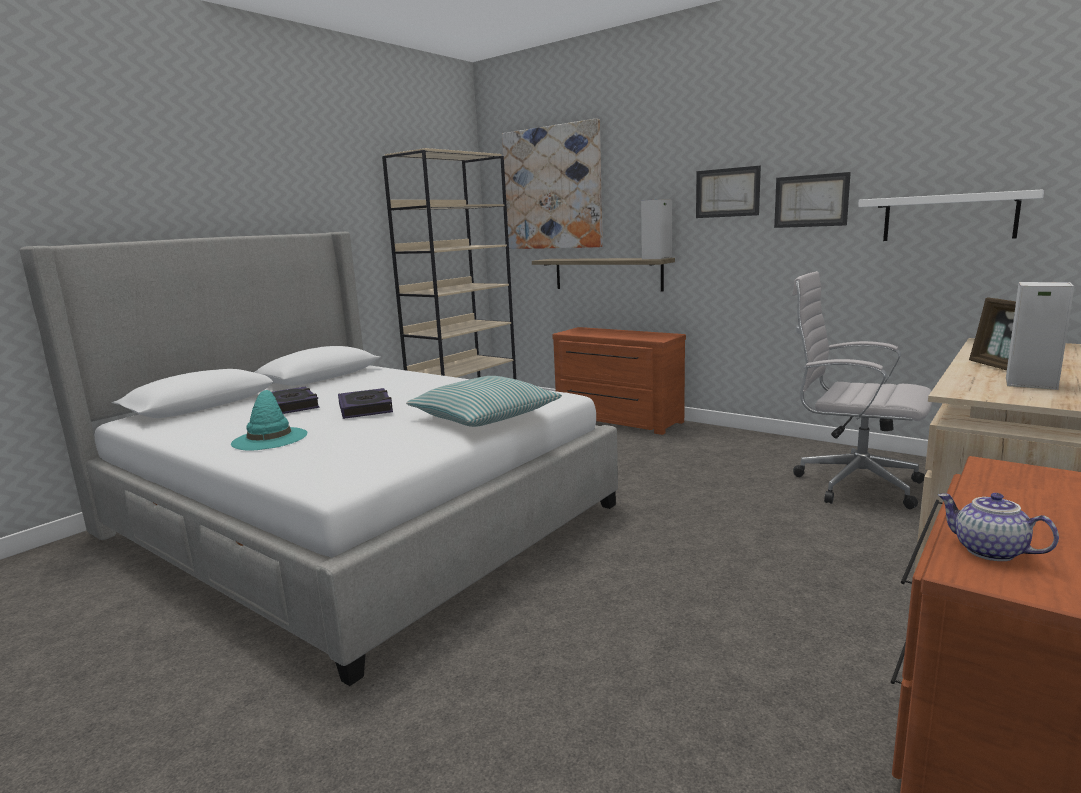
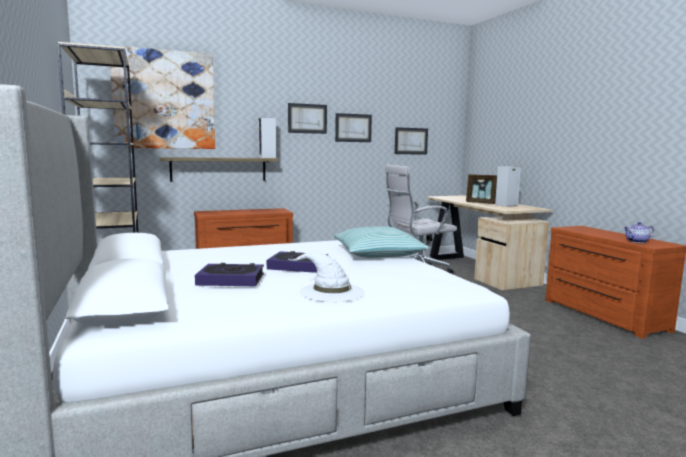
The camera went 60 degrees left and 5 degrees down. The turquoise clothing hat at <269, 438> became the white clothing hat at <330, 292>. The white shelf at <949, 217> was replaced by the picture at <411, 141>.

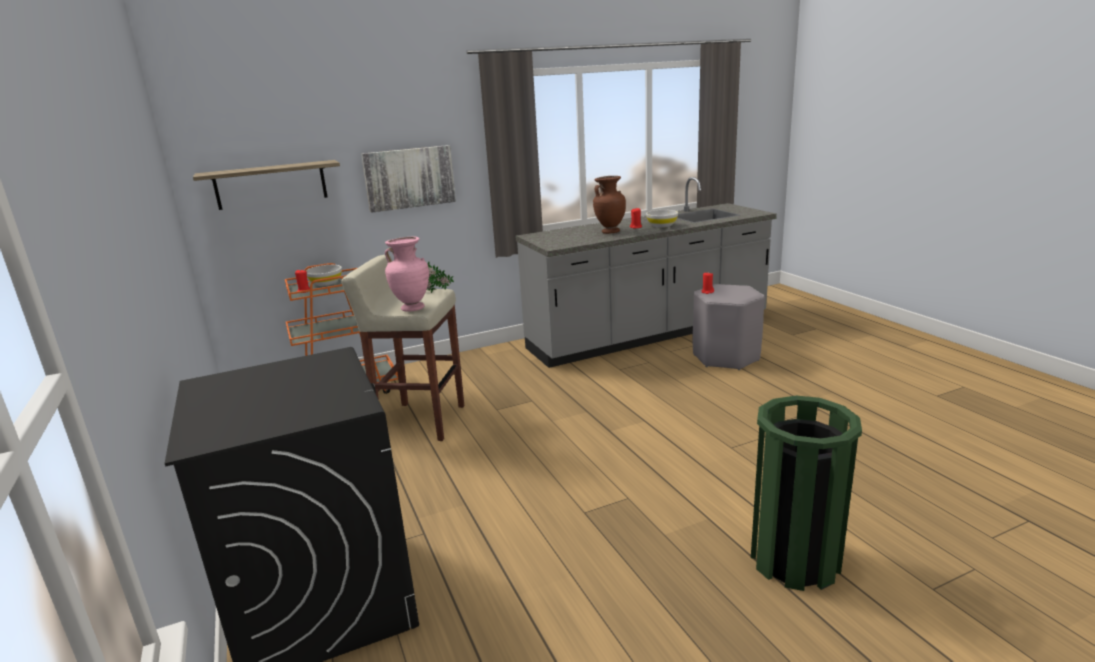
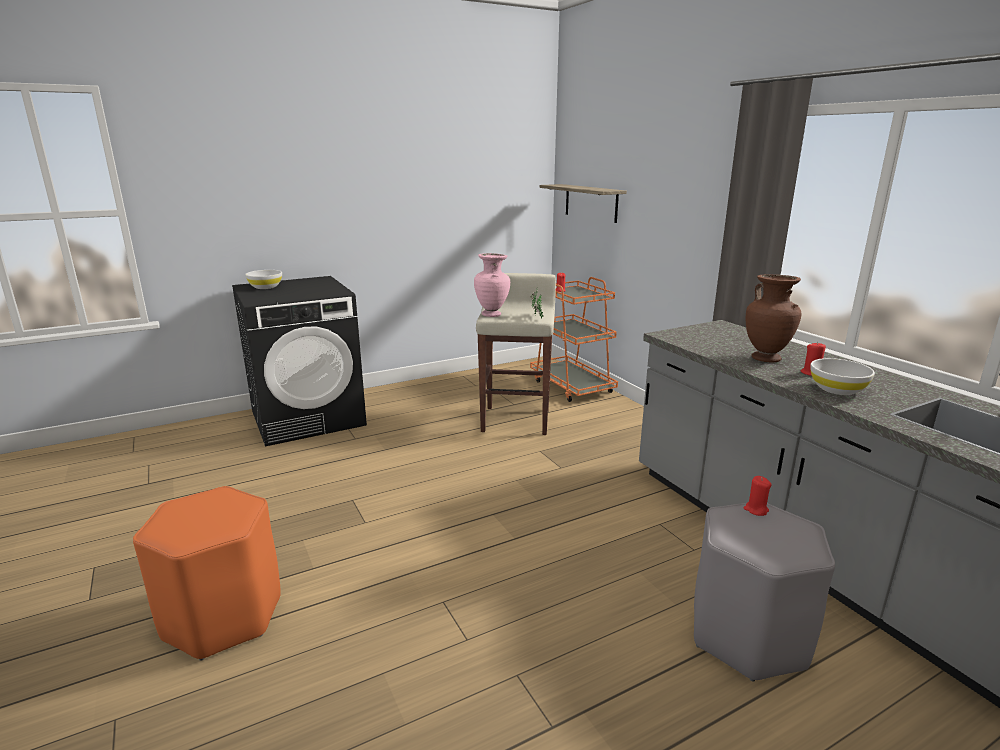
The camera went 85 degrees right and 0 degrees up. The white bowl moved from <326, 283> to <265, 287>. The picture at <409, 178> disappeared. The green-coloured rubbish bin at <794, 560> was replaced by the orange-coloured stool at <223, 617>.

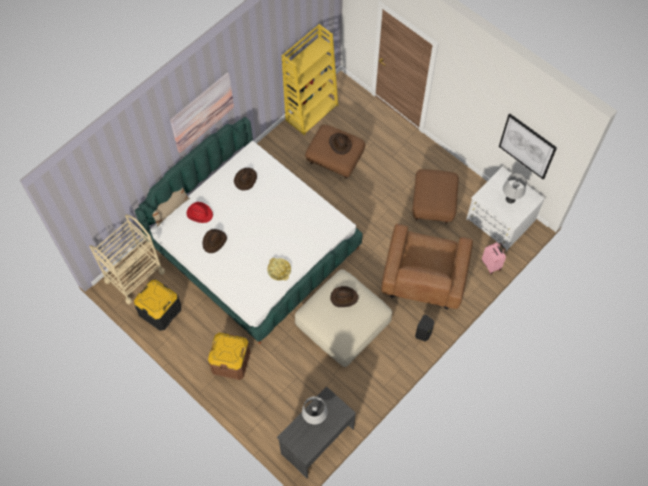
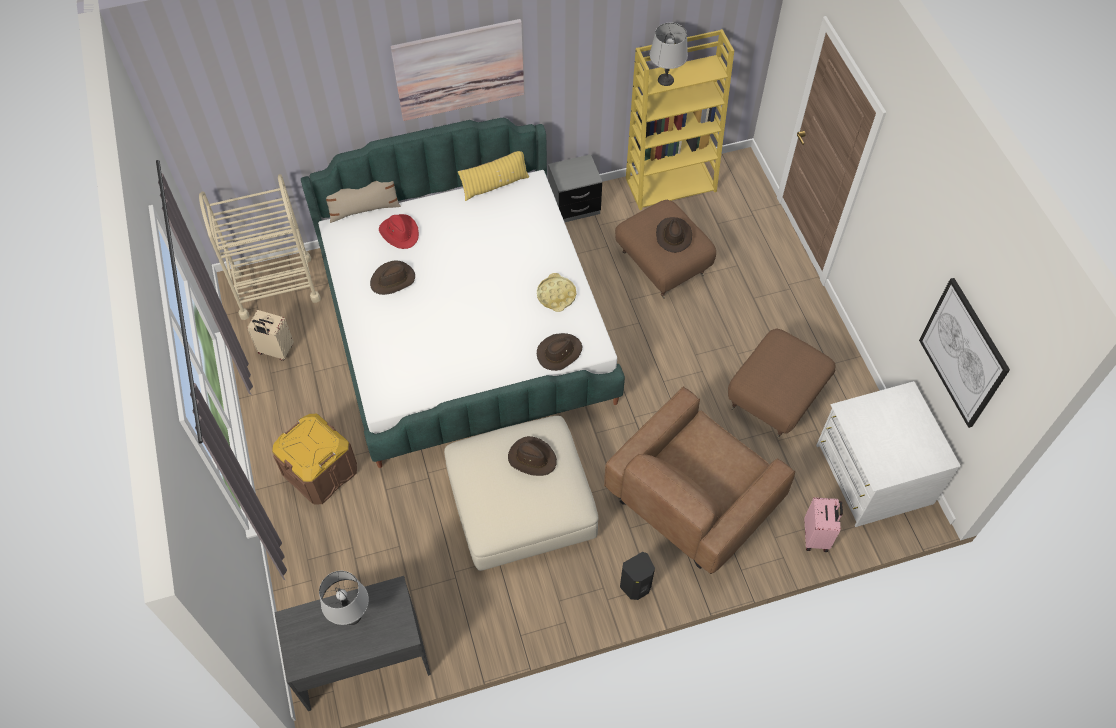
The camera went 30 degrees right and 5 degrees down. The blackish storage box at <160, 311> was replaced by the sand-coloured piece of luggage at <276, 350>. The brown-coloured clothing hat moved from <245, 179> to <559, 353>. The yellow-coloured serving tray moved from <279, 270> to <556, 295>. The grey table lamp moved from <510, 199> to <665, 80>. The yellow-coloured throw pillow at <495, 185> appeared. The grey bedside table at <574, 206> appeared.

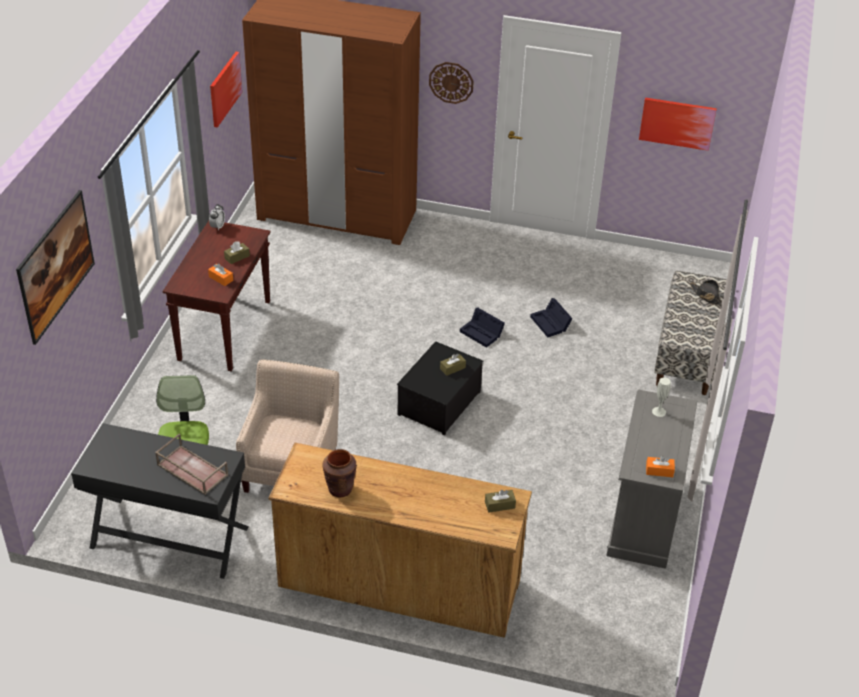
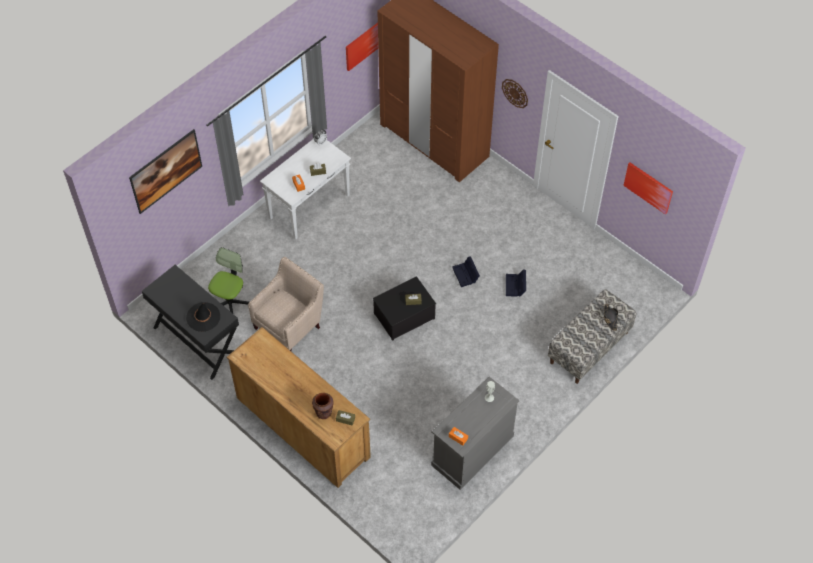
The camera went 30 degrees right and 15 degrees up. The brown-coloured serving tray at <191, 470> was replaced by the blackish clothing hat at <203, 317>. The brown-coloured console table at <224, 330> became the white console table at <309, 206>. The brown-coloured vase moved from <340, 489> to <323, 412>.

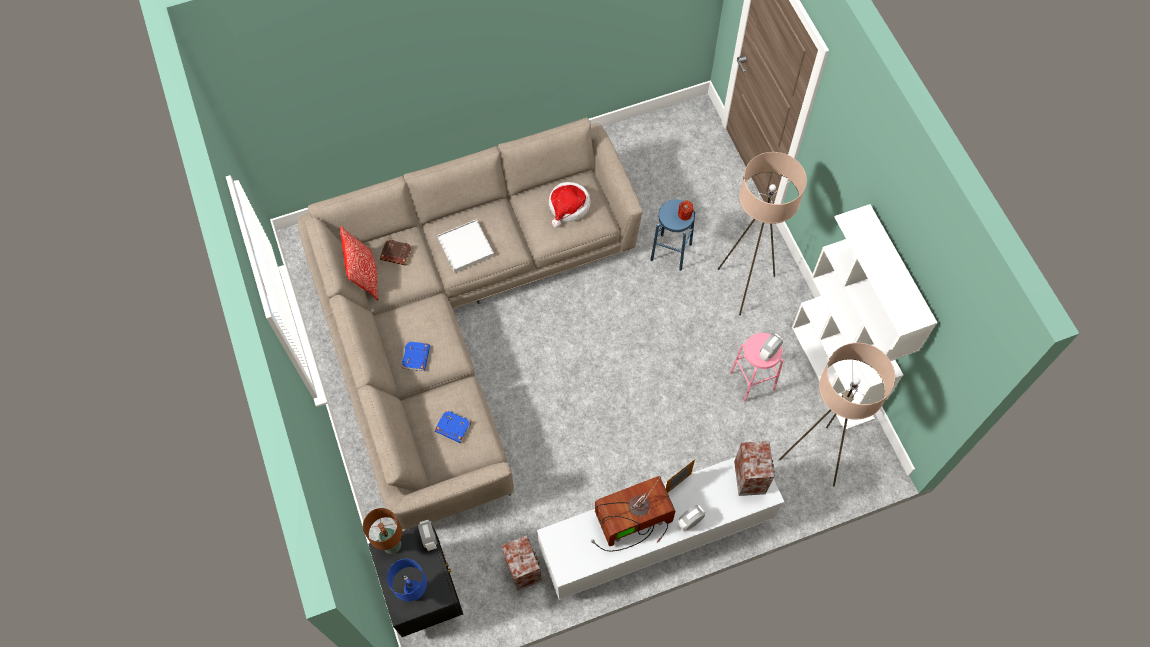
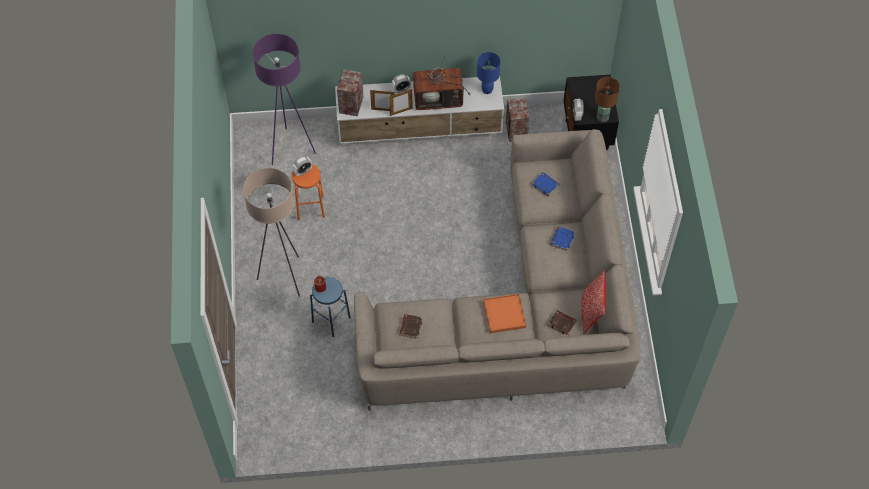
The camera went 165 degrees left and 5 degrees down. The blue table lamp moved from <415, 592> to <486, 90>. The white serving tray at <465, 247> became the orange-coloured serving tray at <504, 314>. The clothing hat at <568, 207> was replaced by the brown-coloured volume at <410, 327>. The pink-coloured stool at <752, 381> became the orange-coloured stool at <310, 207>. The sand-coloured standard lamp at <813, 457> became the purplish standard lamp at <290, 149>. The white bookcase at <833, 372> disappeared. The picture frame at <383, 110> appeared.

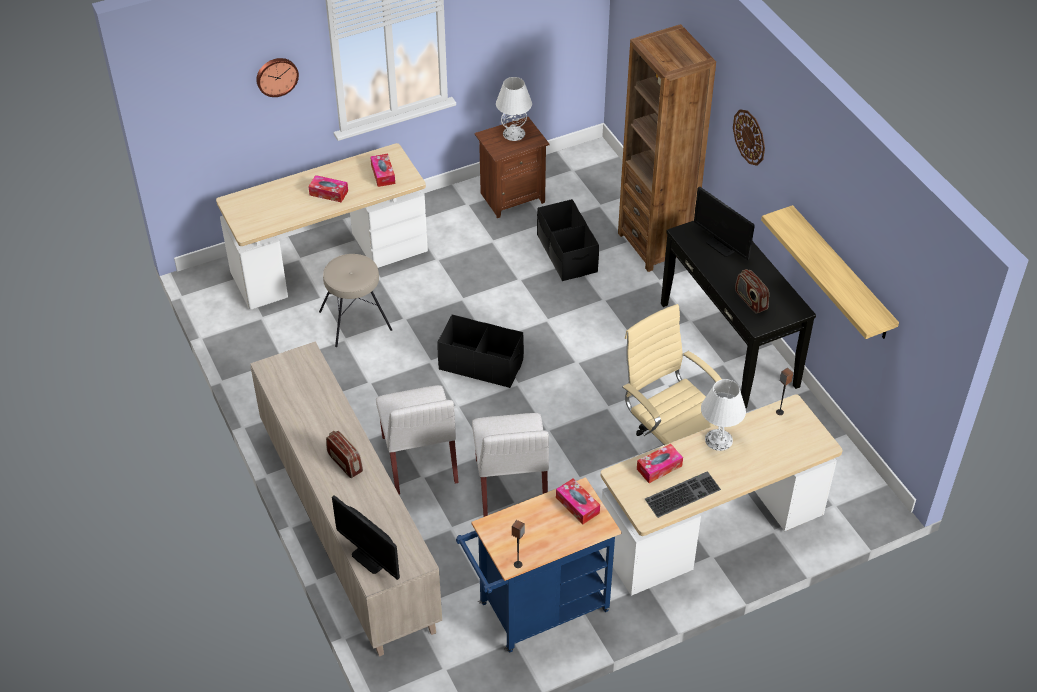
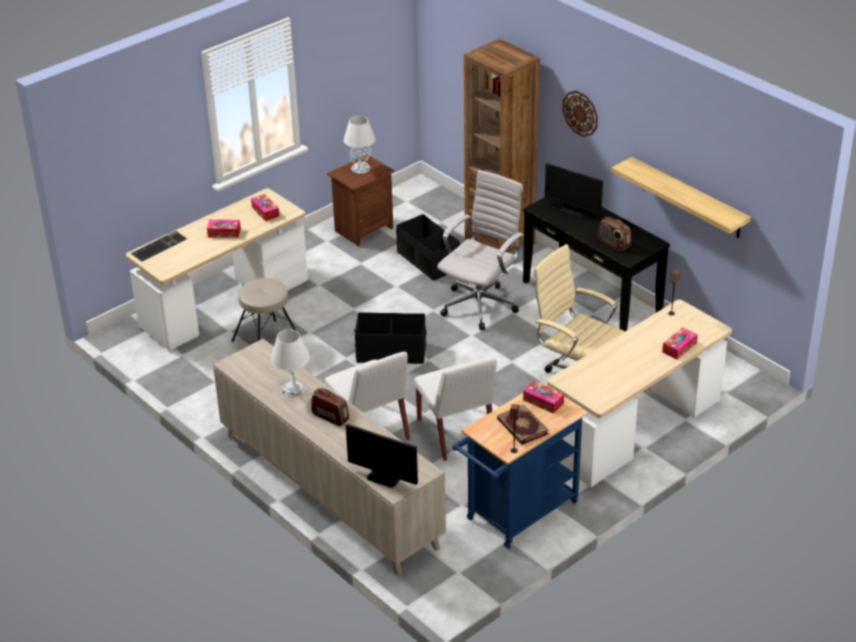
The camera went 15 degrees left and 10 degrees down. The wall clock at <276, 76> disappeared. The tissue box moved from <659, 467> to <679, 348>. The keyboard moved from <682, 493> to <159, 245>. The white table lamp moved from <718, 439> to <292, 389>. The white computer chair at <481, 304> appeared. The volume at <521, 427> appeared.

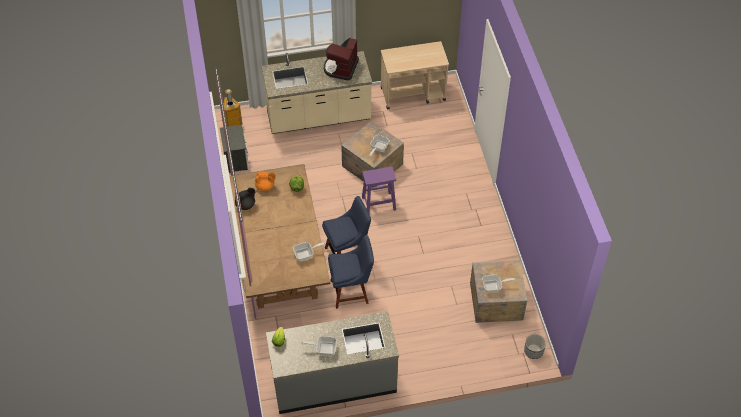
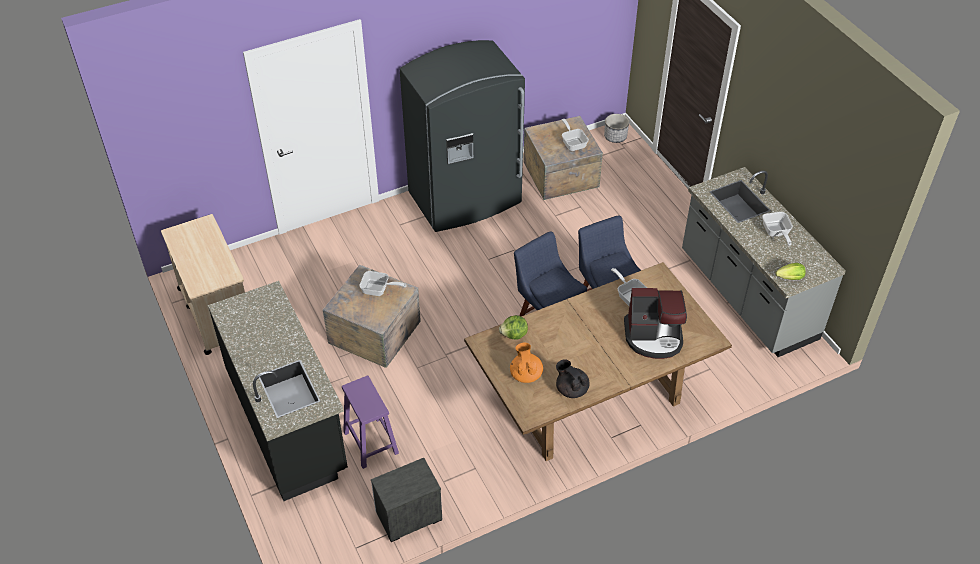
The camera went 105 degrees left and 5 degrees down. The rubbish bin at <233, 124> disappeared. The sand-coloured kitchen base unit at <318, 117> became the blackish kitchen base unit at <288, 421>. The coffee brewer moved from <341, 68> to <654, 337>. The purplish stool moved from <379, 203> to <370, 442>. The grey fridge at <466, 199> appeared.

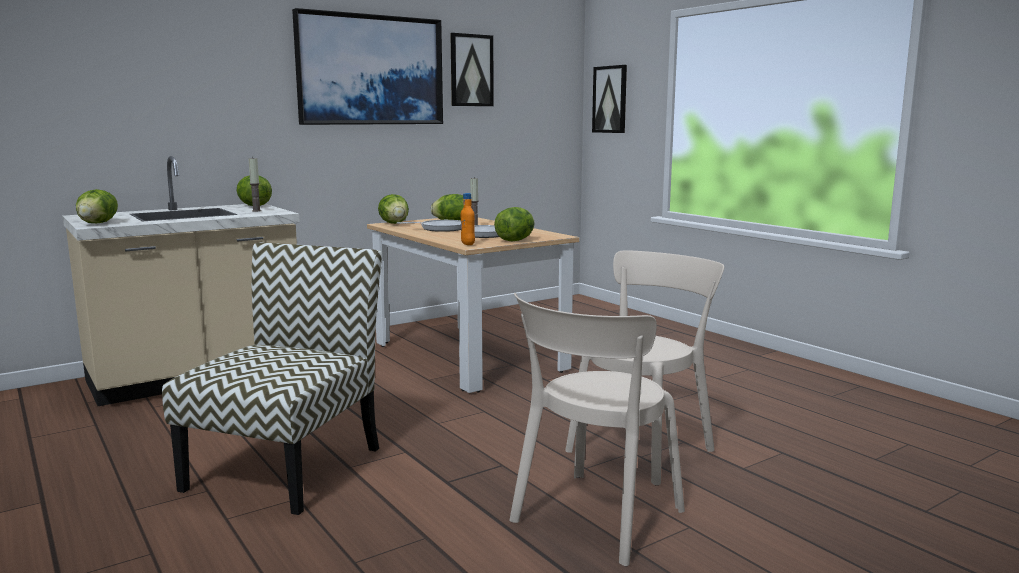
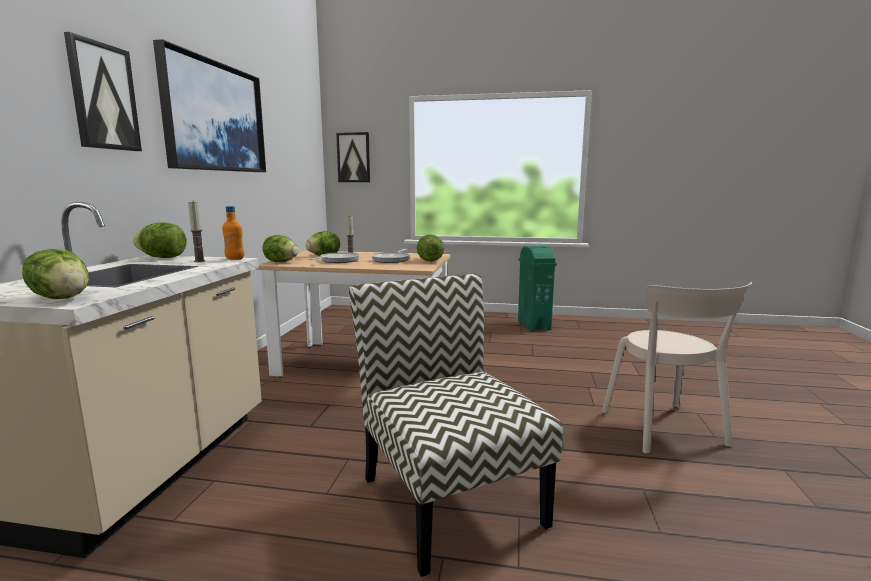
The camera went 45 degrees left and 0 degrees up. The picture moved from <471, 70> to <103, 97>. The orange-coloured bottle moved from <468, 244> to <235, 259>. The sand-coloured chair at <643, 448> disappeared. The green-coloured rubbish bin at <534, 325> appeared.

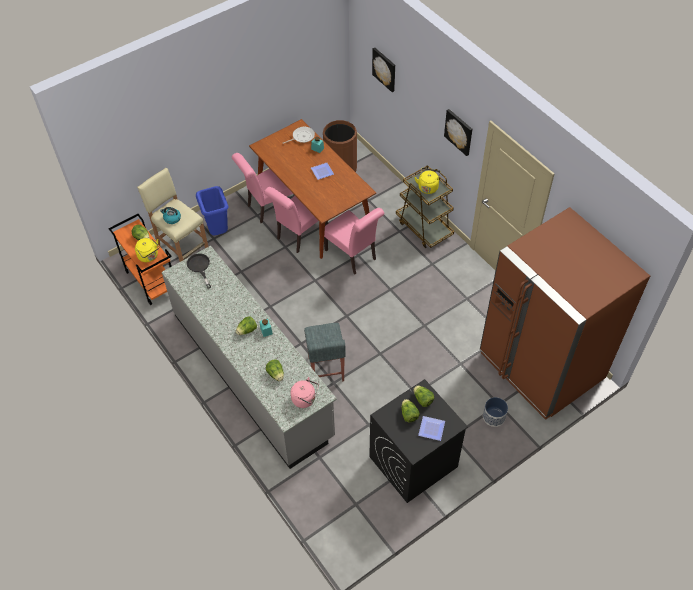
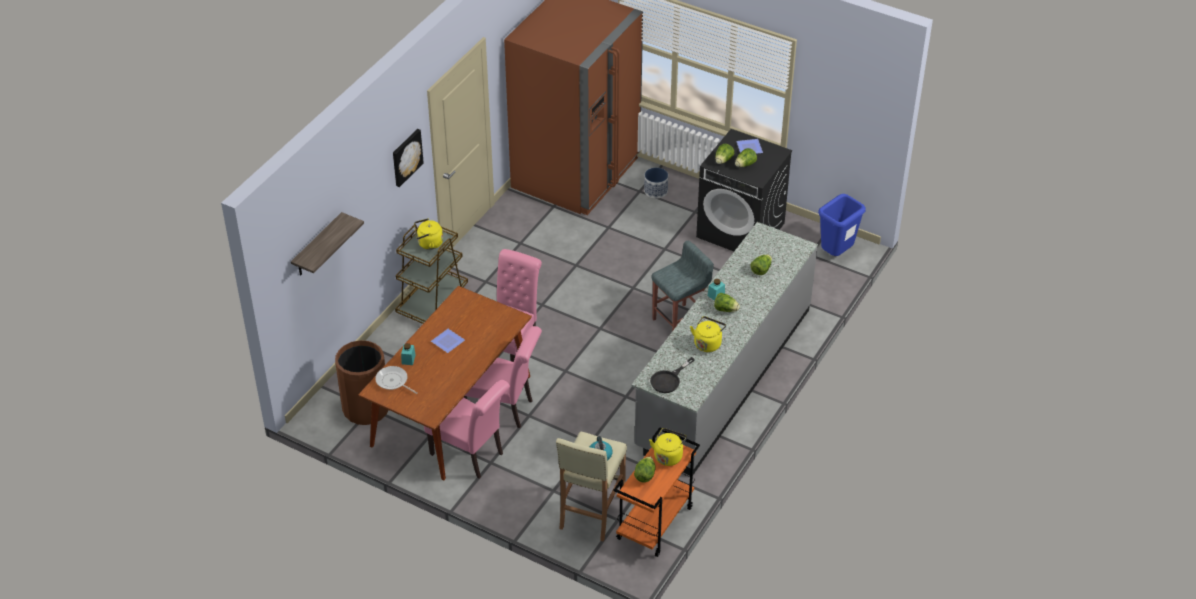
The camera went 115 degrees left and 10 degrees down. The blue rubbish bin moved from <218, 232> to <836, 254>. The pink-coloured tea kettle at <305, 399> disappeared. The picture at <385, 69> was replaced by the shelf at <317, 246>. The yellow-coloured tea kettle at <708, 343> appeared.

